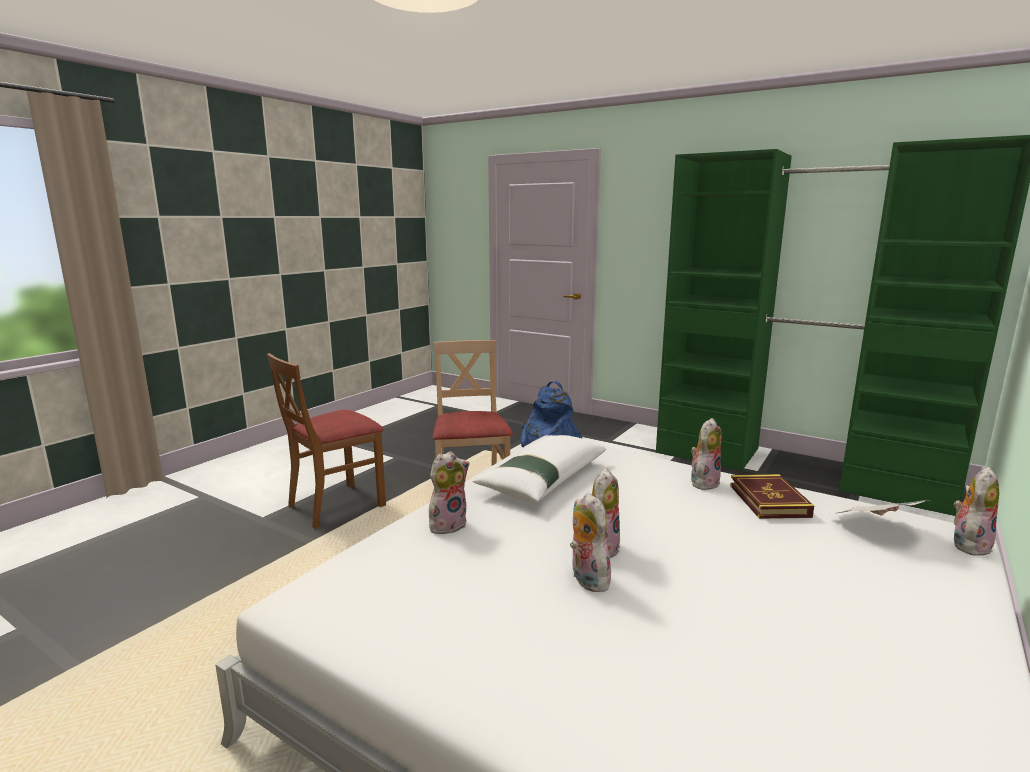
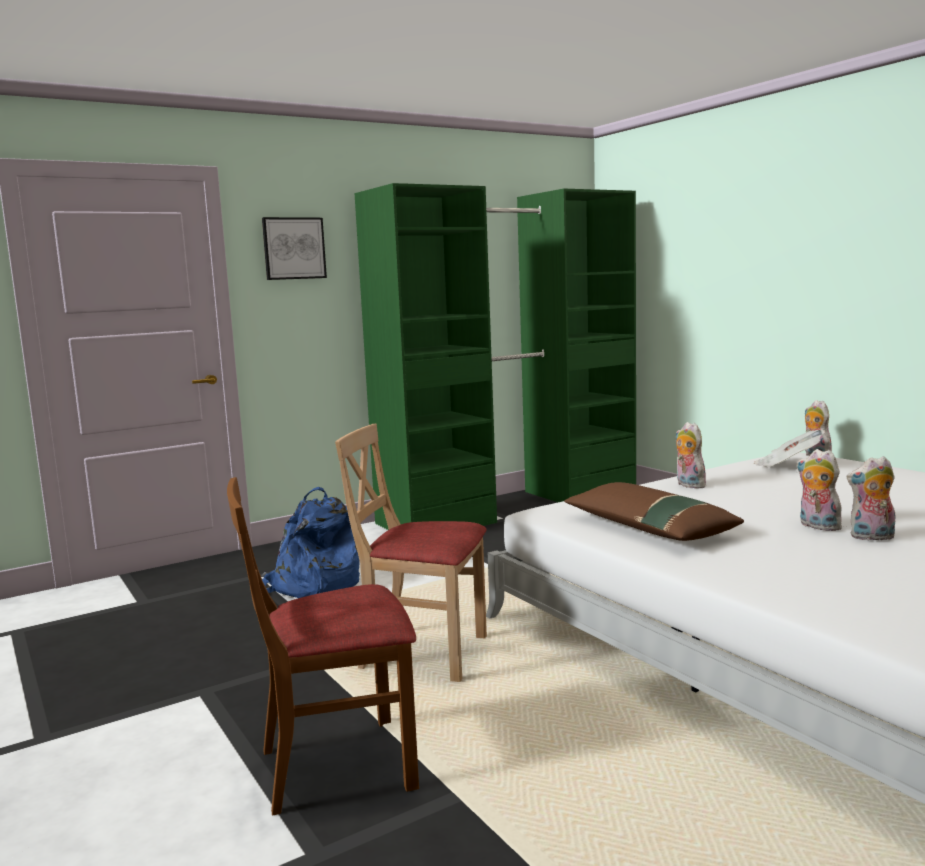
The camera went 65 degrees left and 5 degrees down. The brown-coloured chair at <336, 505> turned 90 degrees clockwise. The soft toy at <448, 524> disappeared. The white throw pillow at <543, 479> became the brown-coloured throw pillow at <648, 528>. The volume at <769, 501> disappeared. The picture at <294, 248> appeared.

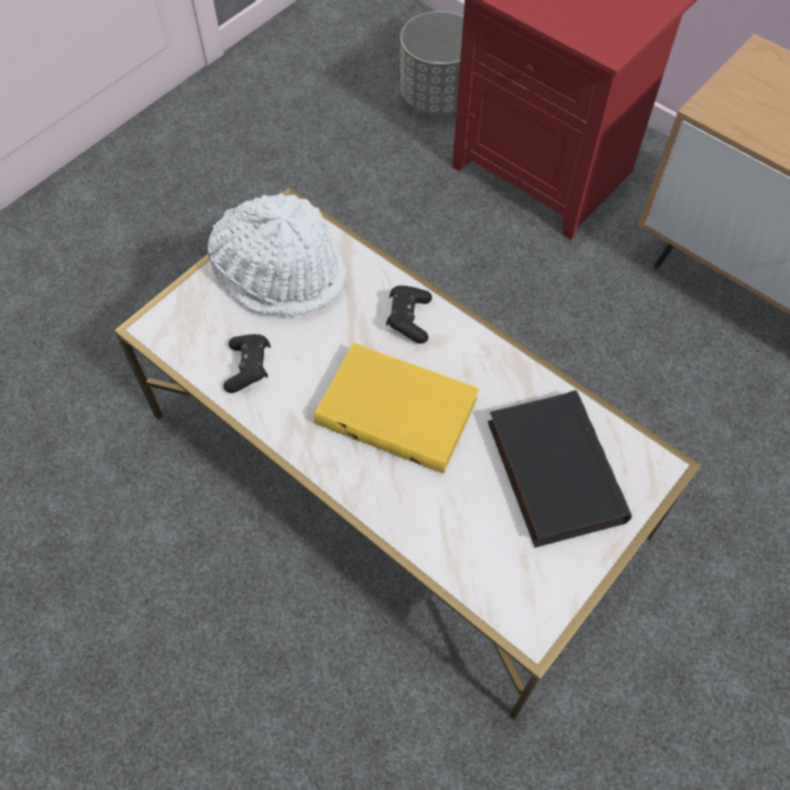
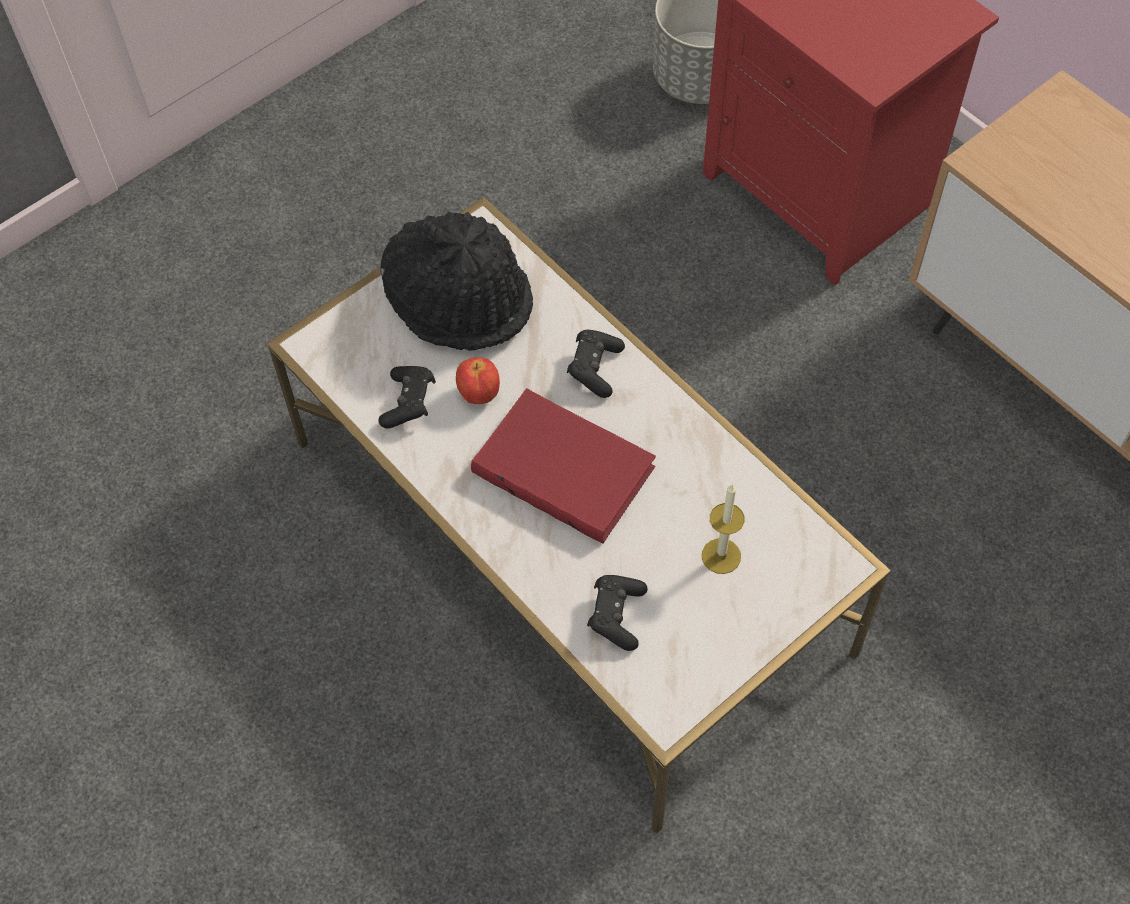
The camera went 10 degrees right and 0 degrees up. The white clothing hat at <281, 273> became the blackish clothing hat at <460, 298>. The yellow-coloured volume at <399, 409> became the reddish volume at <566, 468>. The blackish volume at <551, 471> was replaced by the wax candle at <721, 556>. The whole apple at <478, 394> appeared. The blackish gamepad at <616, 616> appeared.

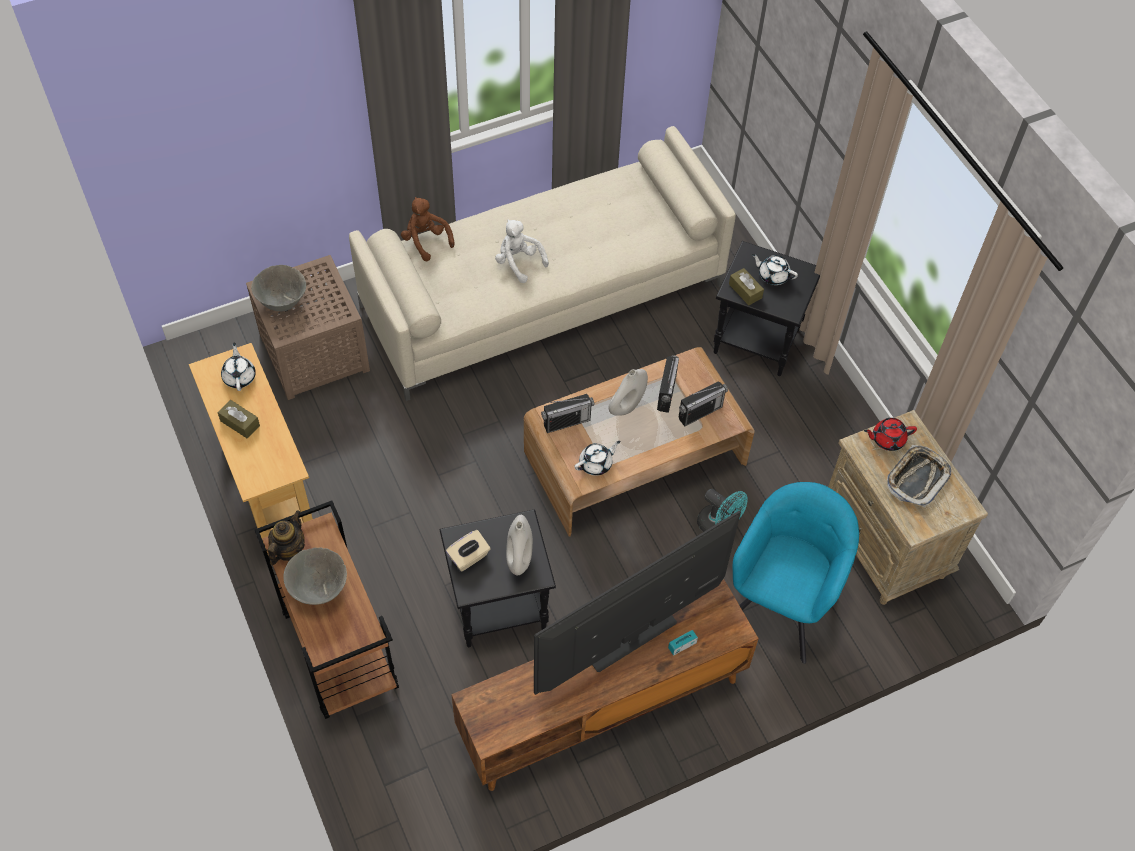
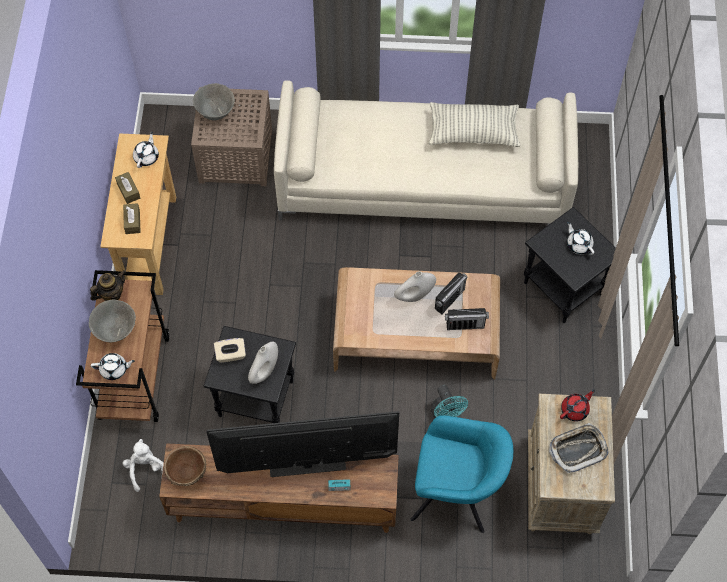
The camera went 30 degrees right and 5 degrees up. The brown-coloured soft toy at <426, 241> disappeared. The white soft toy moved from <518, 262> to <146, 469>. The radio at <566, 422> disappeared. The white tea pot moved from <596, 464> to <114, 369>. The brown-coloured tissue box moved from <745, 291> to <132, 221>. The turquoise lounge chair at <781, 602> turned 45 degrees clockwise. The reddish tea pot at <887, 439> turned 120 degrees clockwise. The brown-coloured bowl at <187, 473> appeared. The throw pillow at <473, 132> appeared.

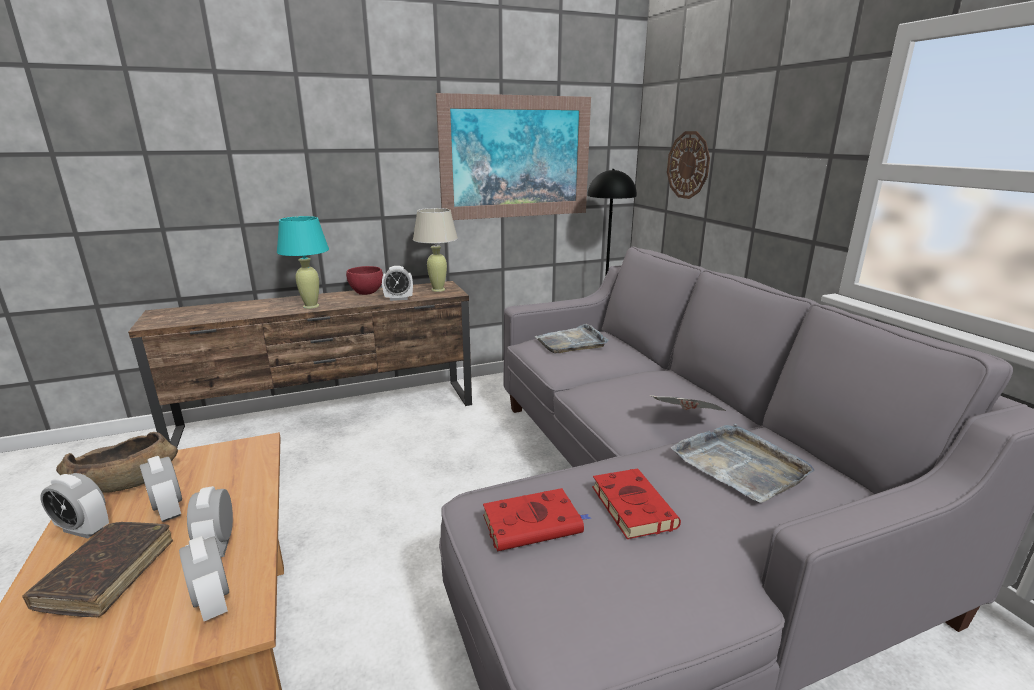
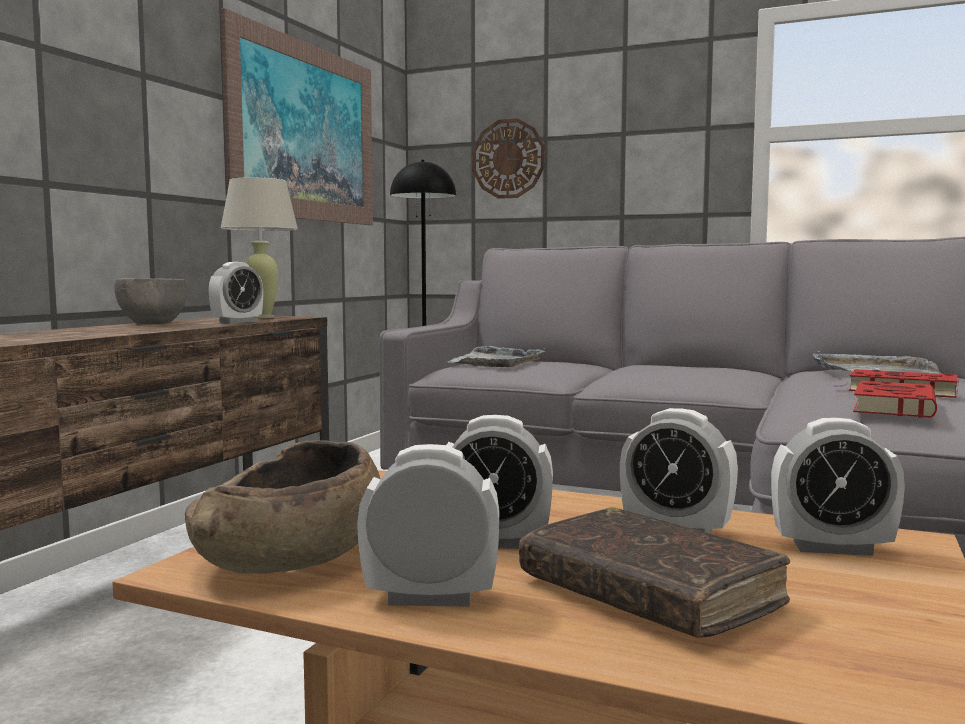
The camera went 45 degrees left and 15 degrees down. The bedside clock at <84, 529> turned 150 degrees counterclockwise. The turquoise table lamp at <311, 306> disappeared. The reddish bowl at <366, 293> became the grey bowl at <153, 323>. The daily paper at <685, 421> disappeared.

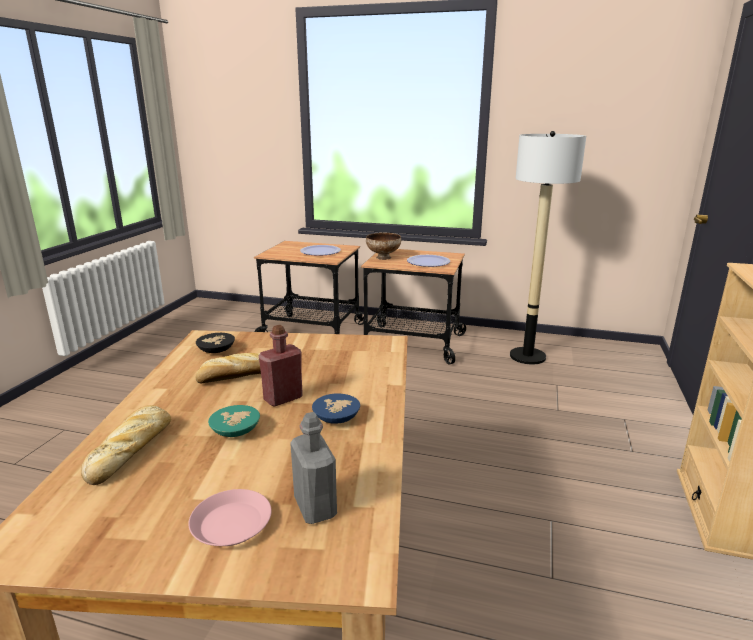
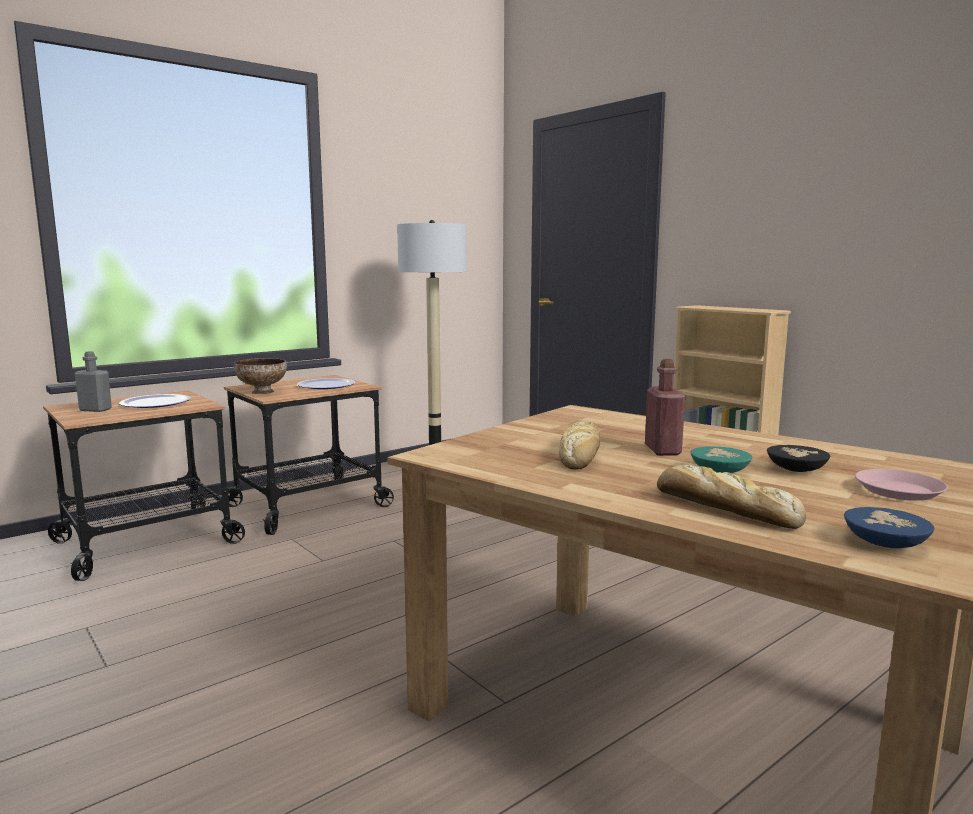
The camera went 55 degrees left and 10 degrees down. The blackish bowl moved from <215, 350> to <796, 470>. The grey bottle moved from <315, 507> to <95, 410>. The blue bowl moved from <338, 417> to <884, 542>.

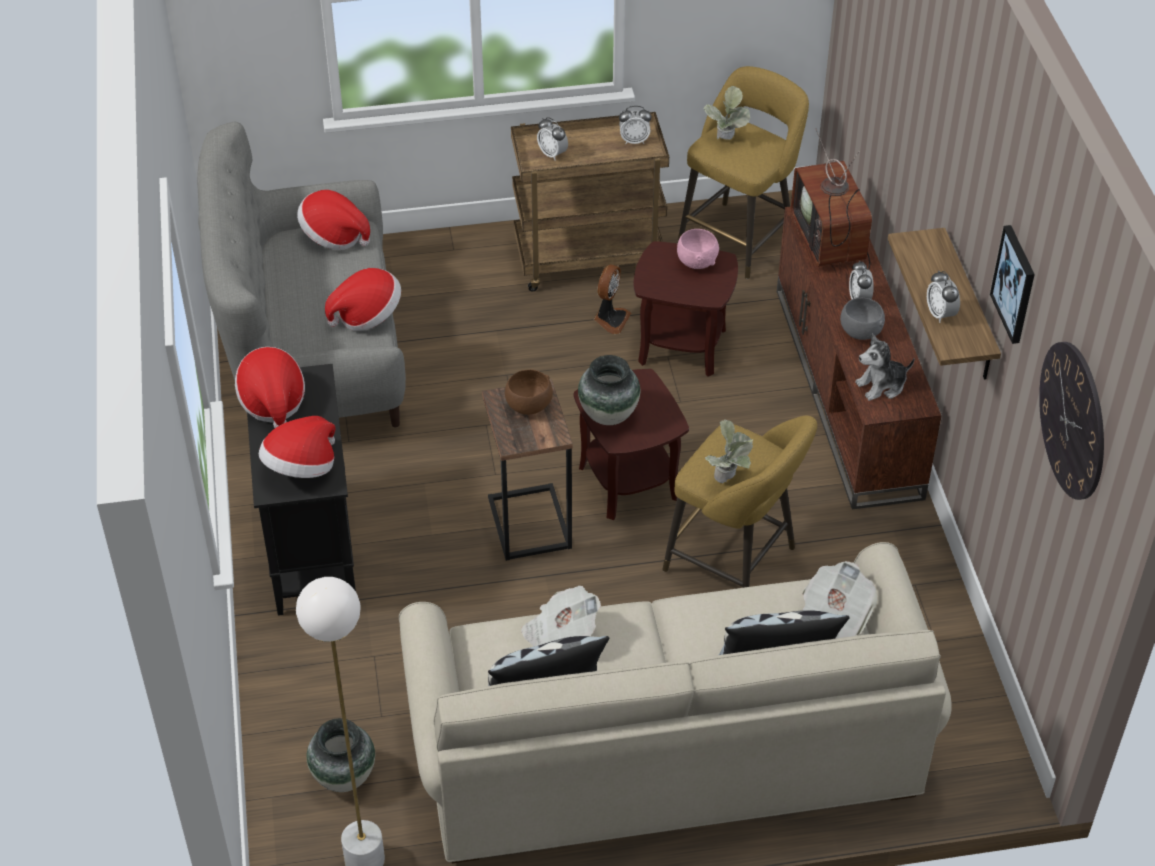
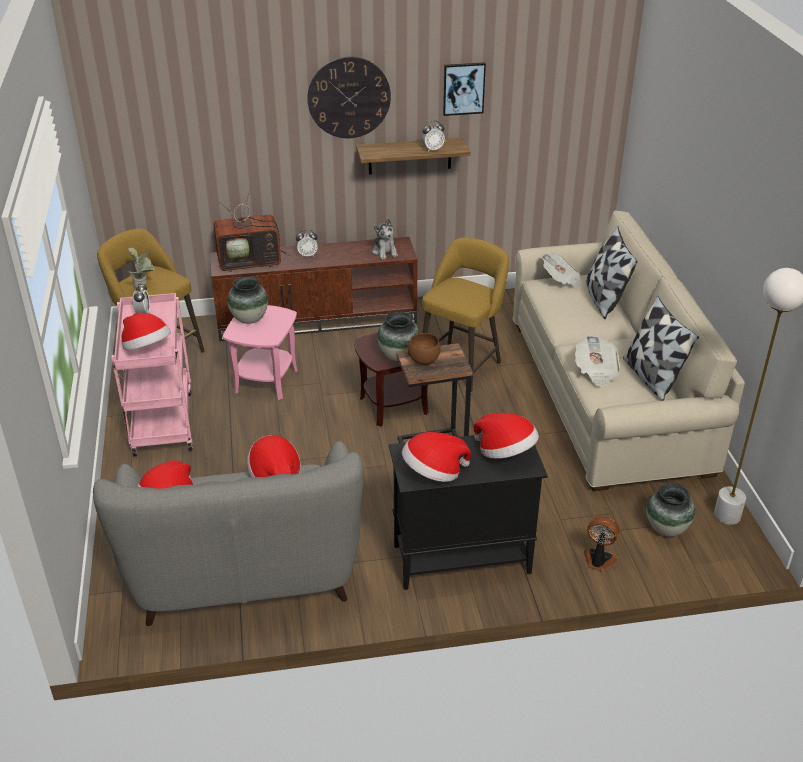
The camera went 90 degrees left and 10 degrees down. The brown-coloured wheeled cart at <589, 258> became the pink-coloured wheeled cart at <161, 421>. The bedside clock at <552, 154> was replaced by the clothing hat at <147, 348>. The electric fan moved from <610, 319> to <598, 560>. The brown-coloured end table at <682, 345> became the pink-coloured end table at <265, 380>. The pink-coloured bowl at <697, 262> was replaced by the vase at <249, 319>. The houseplant at <729, 479> disappeared. The grey bowl at <860, 332> disappeared. The wall clock moved from <1072, 420> to <349, 97>.

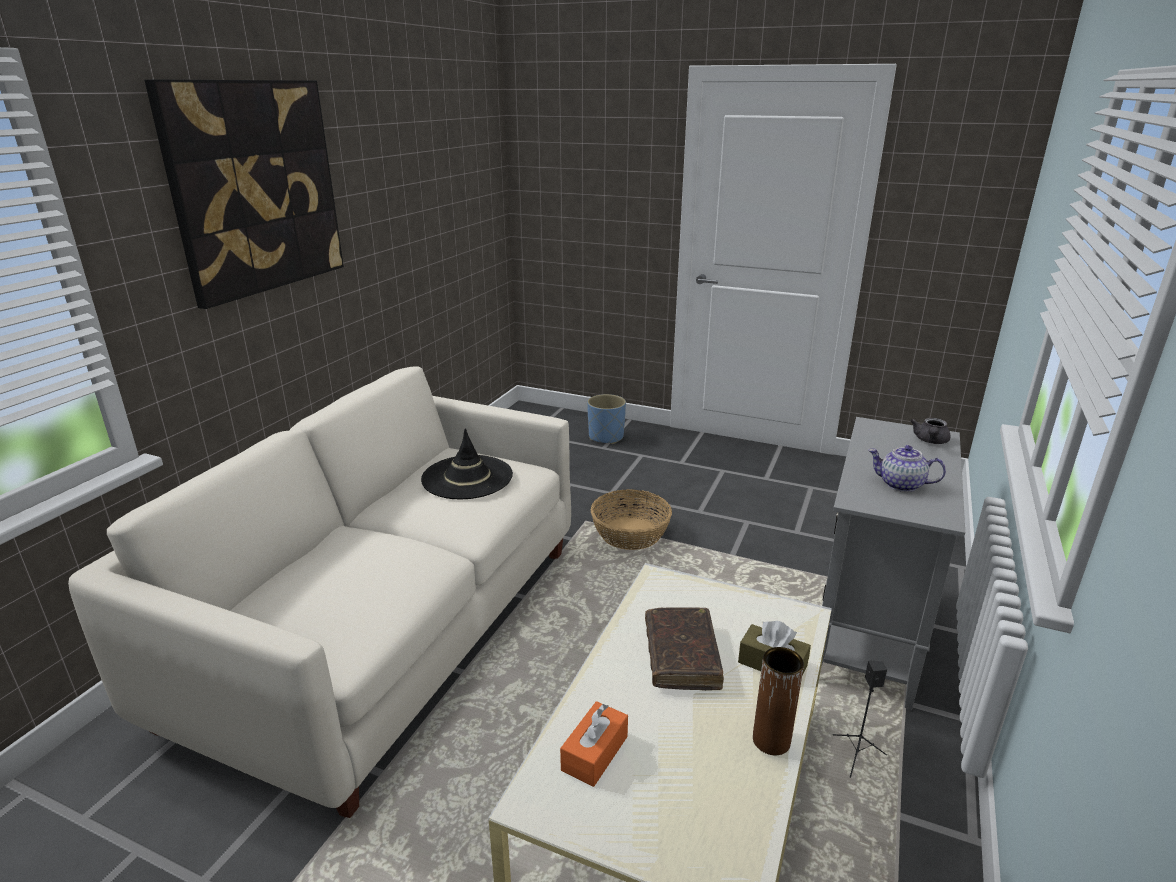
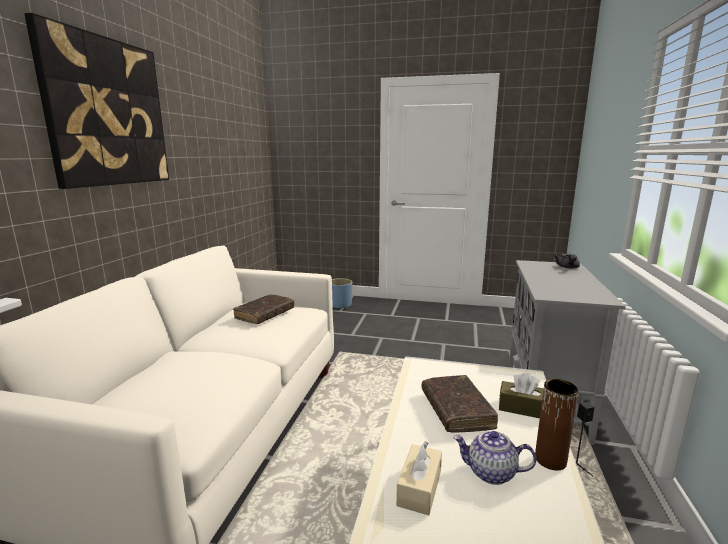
The camera went 10 degrees left and 10 degrees down. The blackish clothing hat at <467, 477> was replaced by the brown-coloured volume at <265, 314>. The orange-coloured tissue box at <594, 753> became the sand-coloured tissue box at <419, 488>. The basket at <630, 533> disappeared. The tea pot moved from <900, 485> to <490, 473>.

